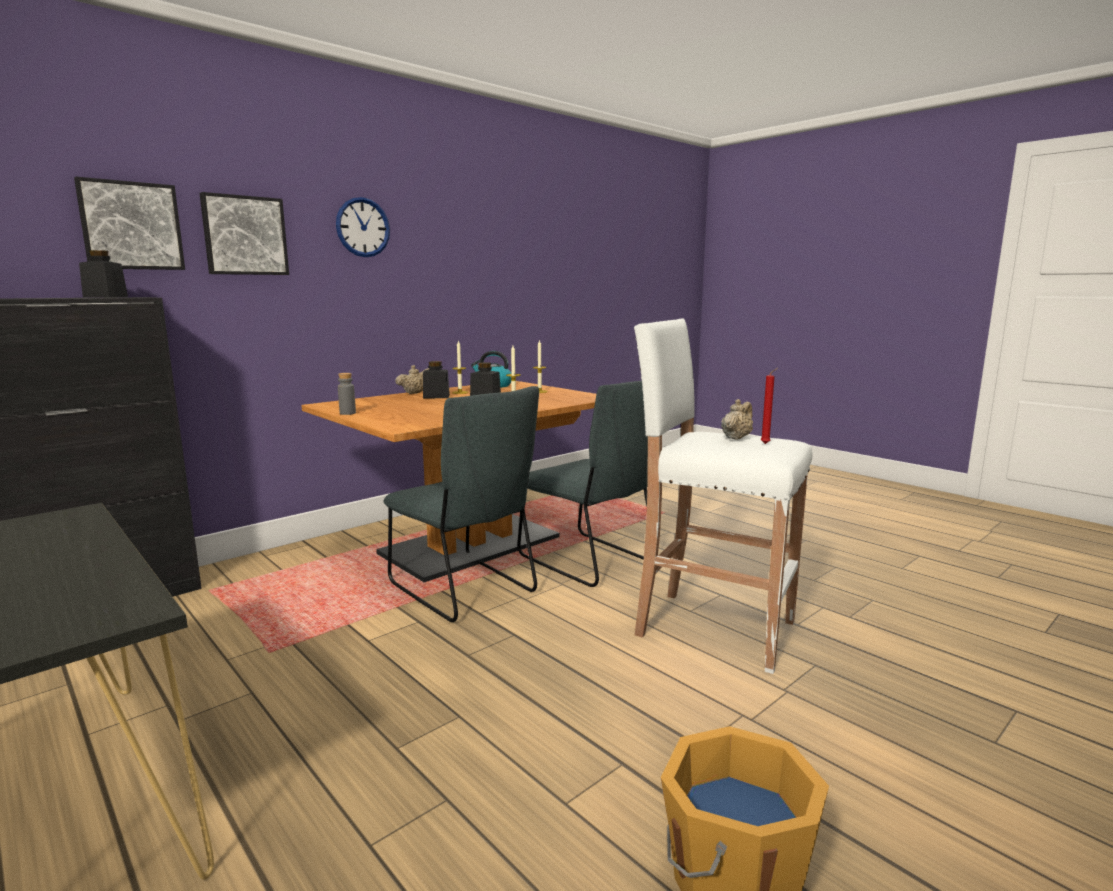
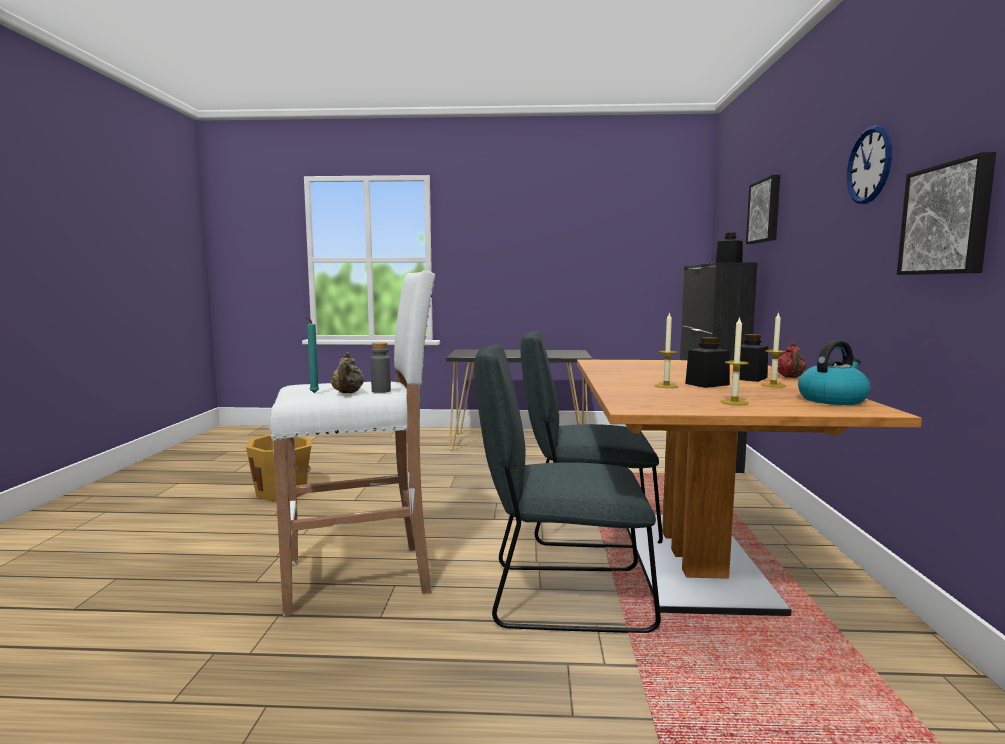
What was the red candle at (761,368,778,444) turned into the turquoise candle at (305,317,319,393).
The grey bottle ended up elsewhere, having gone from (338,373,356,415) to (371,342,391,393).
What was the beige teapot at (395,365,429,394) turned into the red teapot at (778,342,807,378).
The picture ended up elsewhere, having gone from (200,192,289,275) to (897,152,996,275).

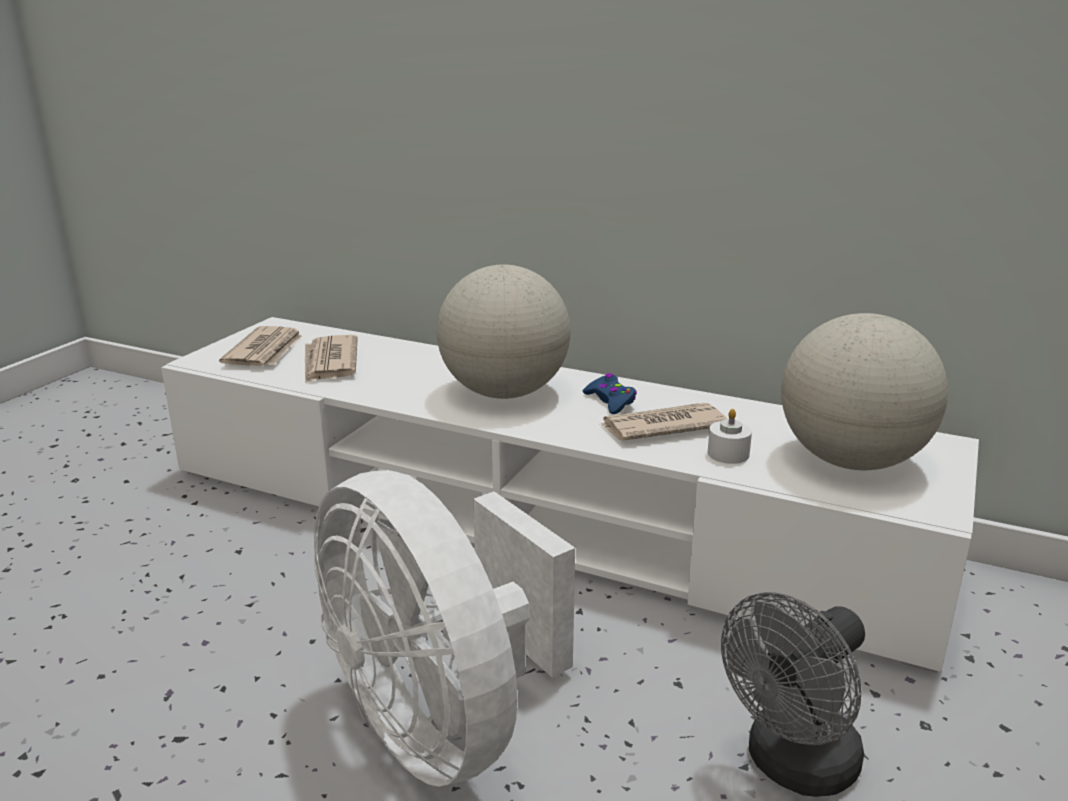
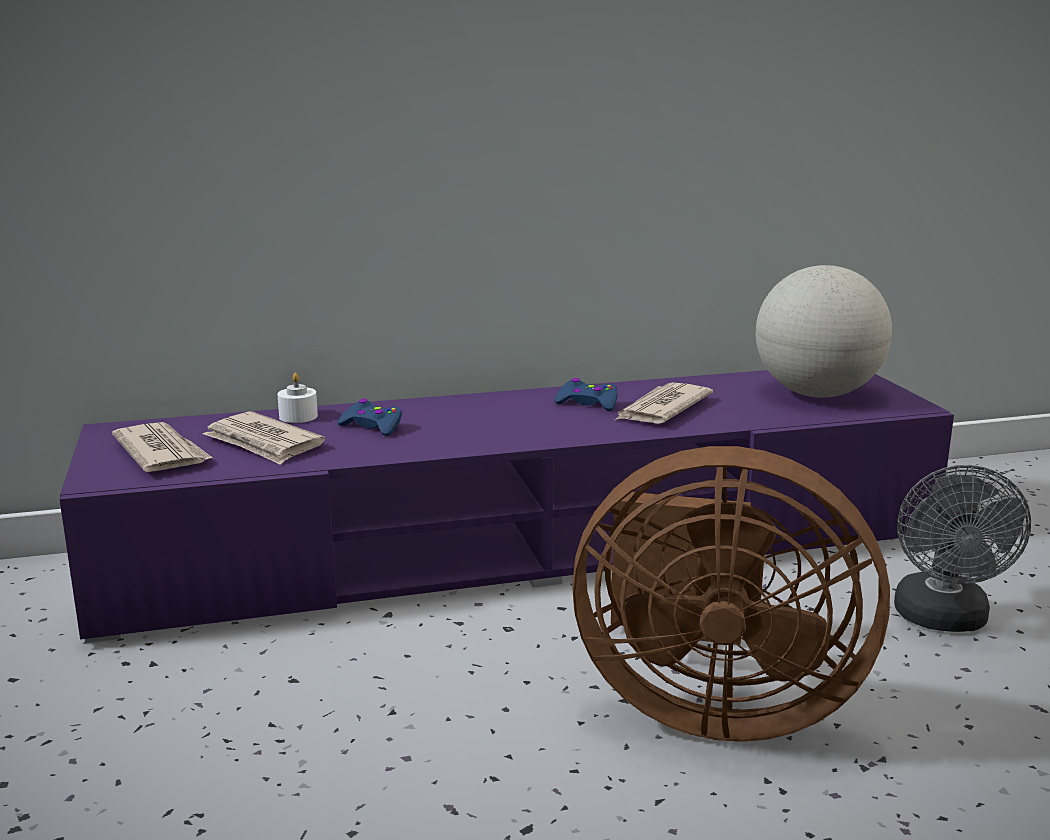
What was the white tv stand at (161,317,979,673) turned into the purple tv stand at (59,370,954,643).
The white candle ended up elsewhere, having gone from (708,409,752,464) to (277,373,318,423).
The second view gained the blue game controller at (338,399,403,436).
What was the white fan at (314,470,575,787) turned into the brown fan at (572,446,890,742).
The second view lost the globe at (437,265,571,399).

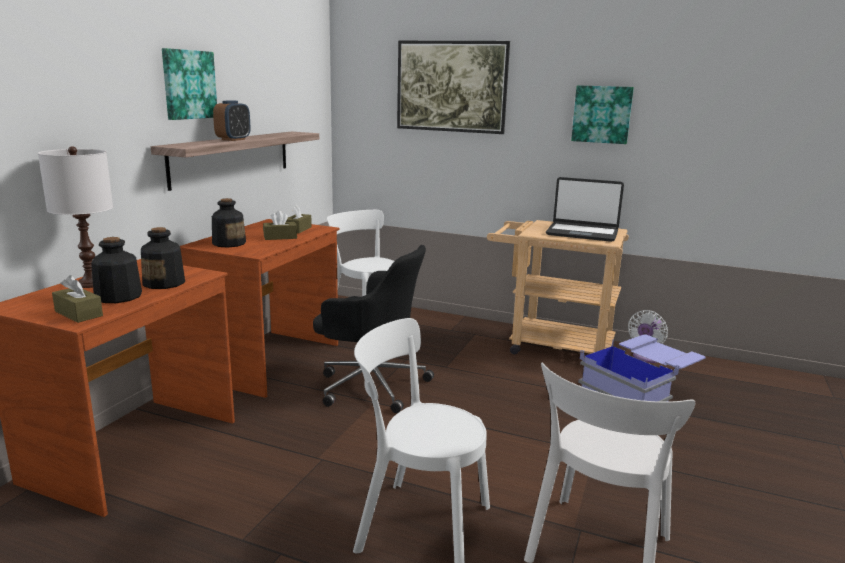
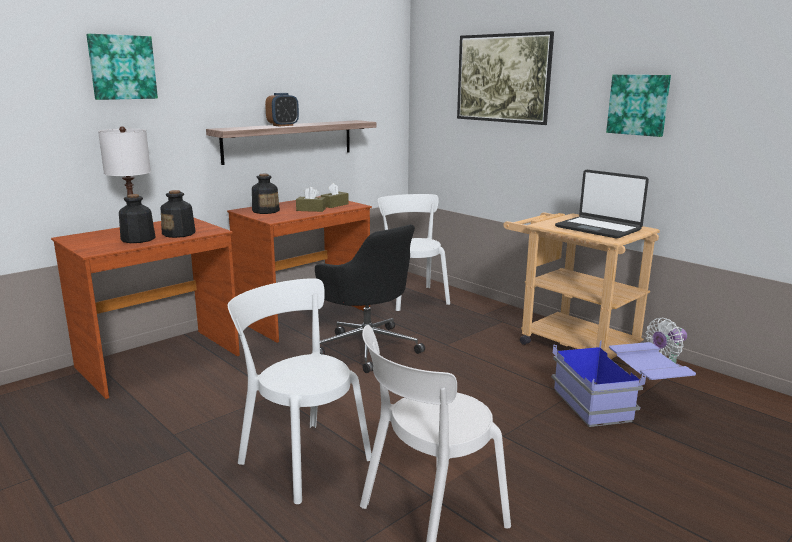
The picture ended up elsewhere, having gone from (162,48,217,120) to (86,34,158,100).
The second view lost the brown tissue box at (52,275,103,323).

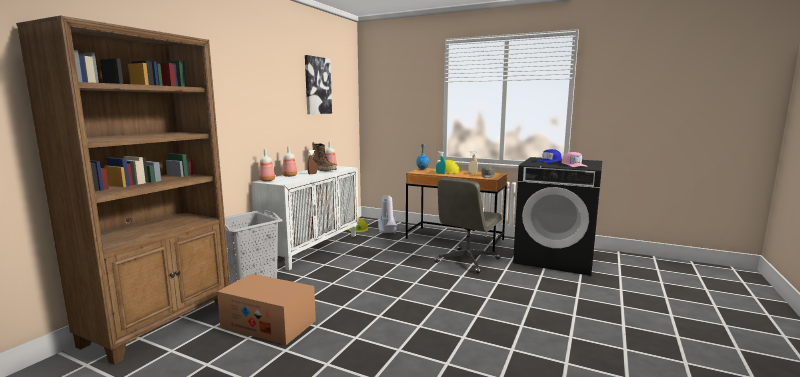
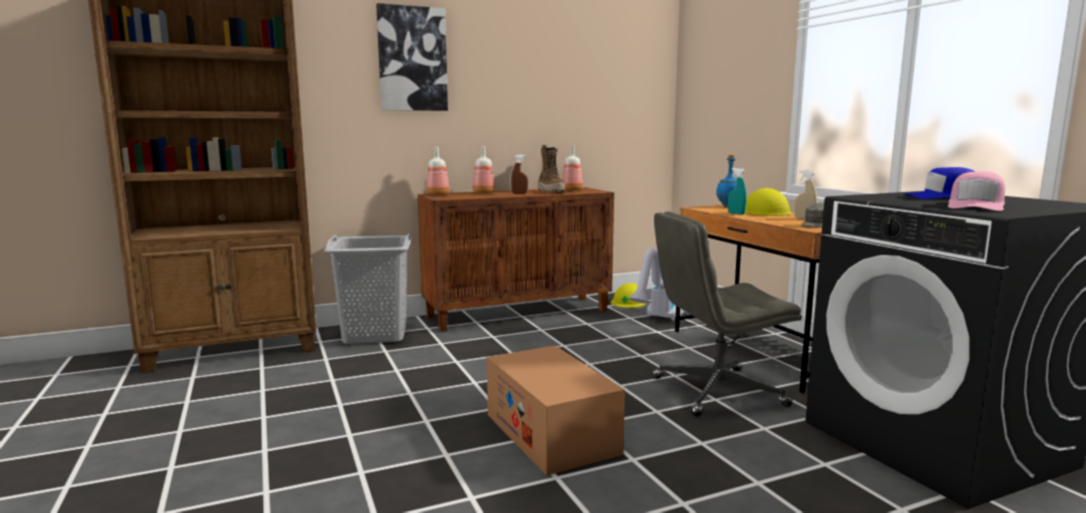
The picture ended up elsewhere, having gone from (305,55,332,114) to (376,3,448,111).
What was the white cabinet at (251,166,359,270) turned into the brown cabinet at (418,187,614,332).
The cardboard box ended up elsewhere, having gone from (217,274,316,345) to (487,345,625,476).

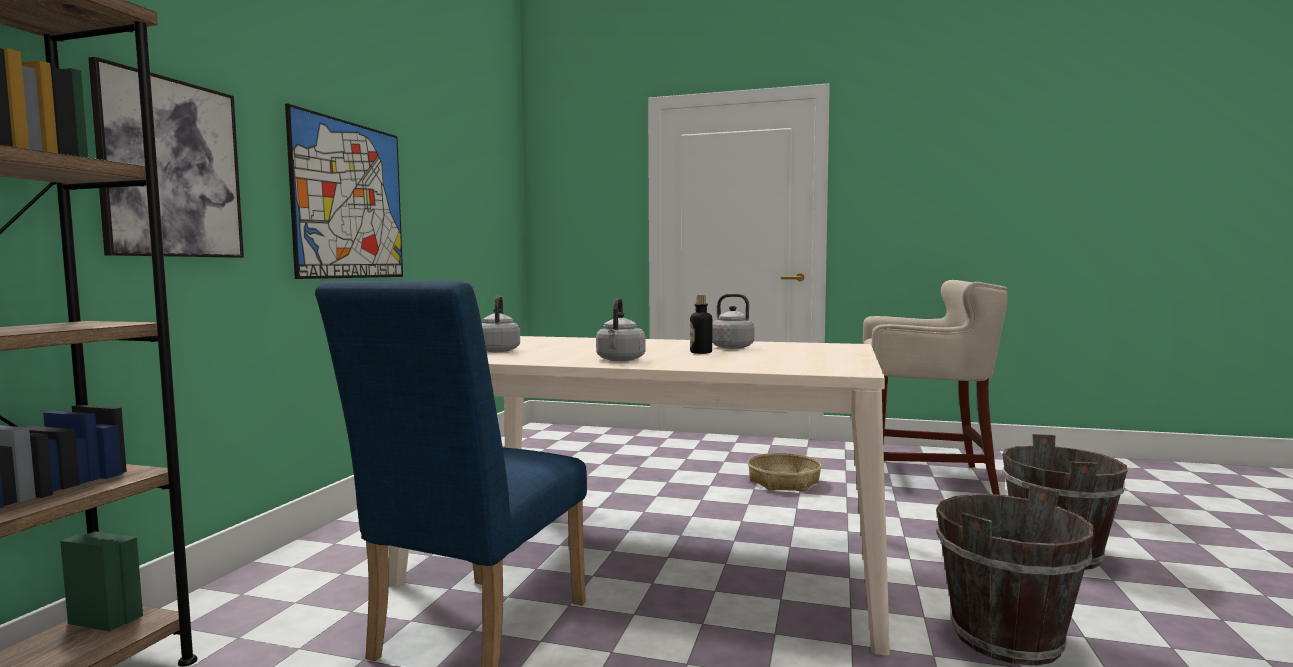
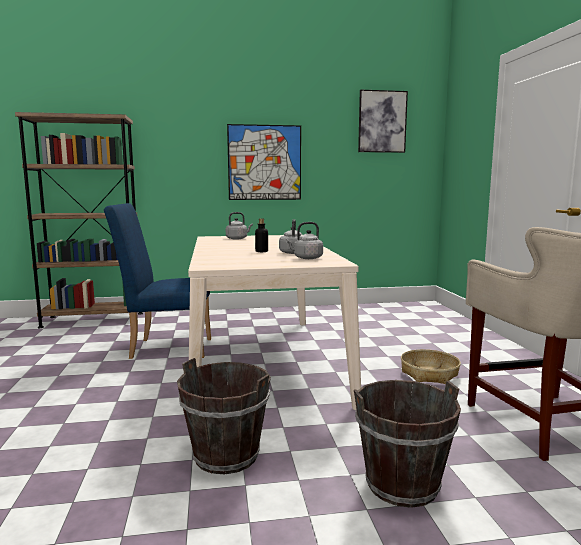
The grey kettle ended up elsewhere, having gone from (596,298,646,361) to (286,222,323,259).
The picture ended up elsewhere, having gone from (88,56,244,258) to (358,90,408,153).

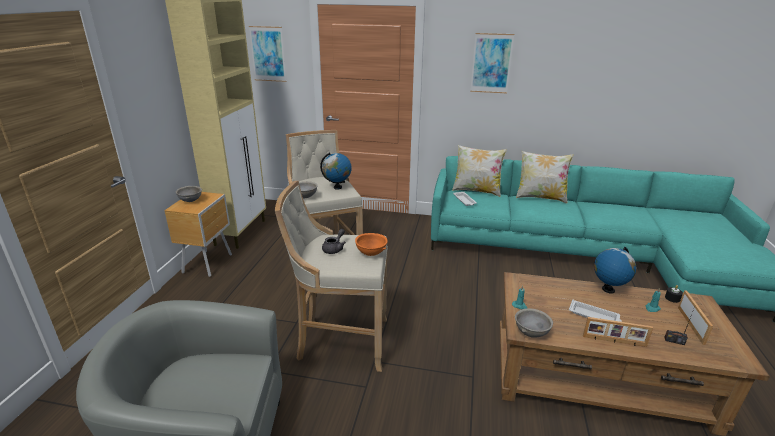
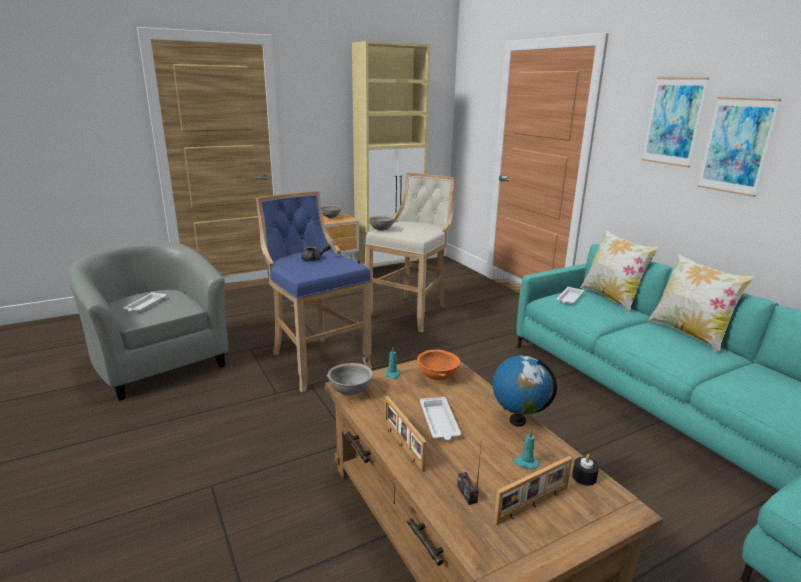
The second view gained the white tray at (123,292,166,313).
What was the beige stool at (275,181,388,372) turned into the blue stool at (256,191,372,392).
The orange bowl ended up elsewhere, having gone from (355,233,388,256) to (417,350,460,380).
The picture ended up elsewhere, having gone from (249,26,286,82) to (697,97,781,197).
The second view lost the globe at (320,152,352,190).

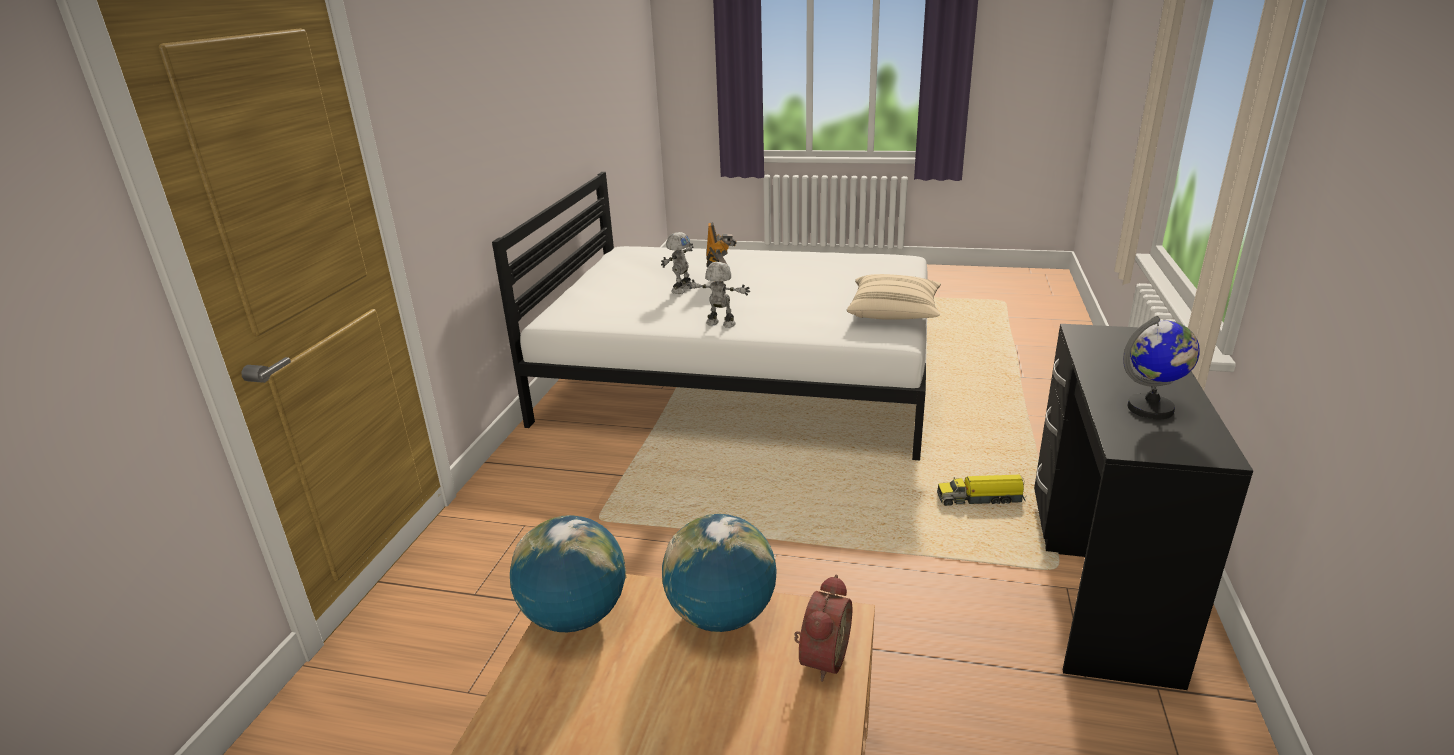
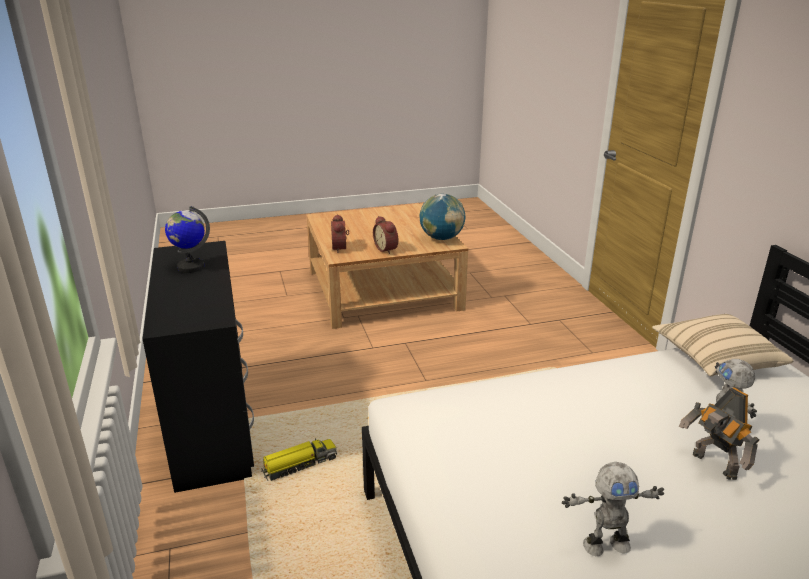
Where the globe stood at (662,514,777,632), the alarm clock came to stand at (373,216,398,254).
The toy robot ended up elsewhere, having gone from (687,262,750,328) to (562,462,664,556).
The beige pillow ended up elsewhere, having gone from (847,274,941,320) to (652,314,793,376).

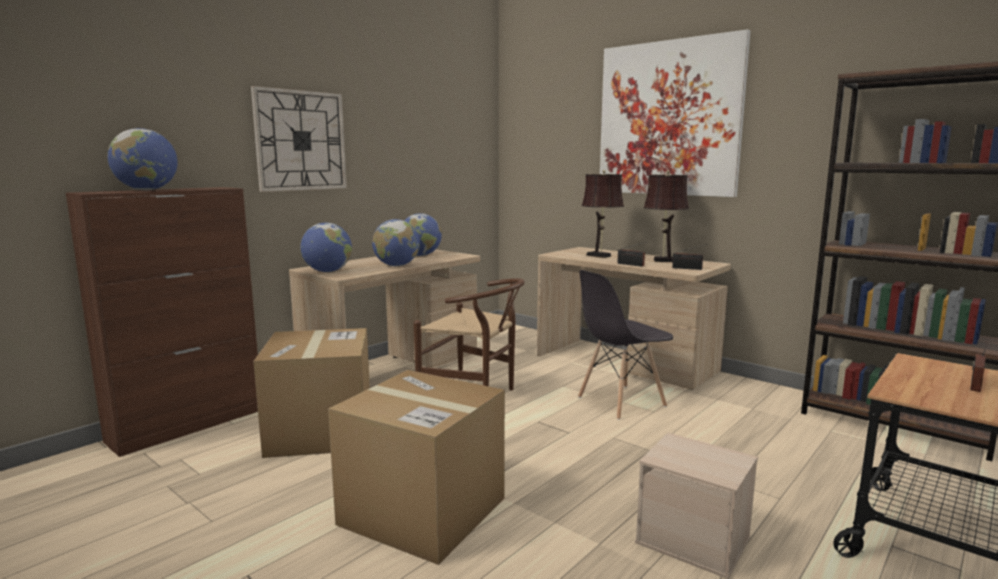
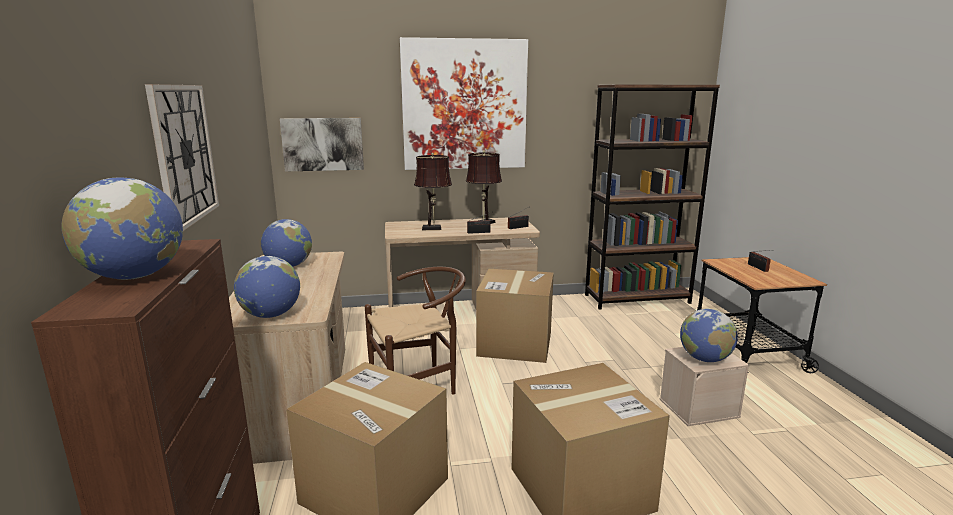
The second view gained the picture at (280,118,364,172).
Where the grey chair stood at (578,270,673,420), the cardboard box came to stand at (476,269,554,363).
The globe ended up elsewhere, having gone from (372,219,420,266) to (680,309,738,362).

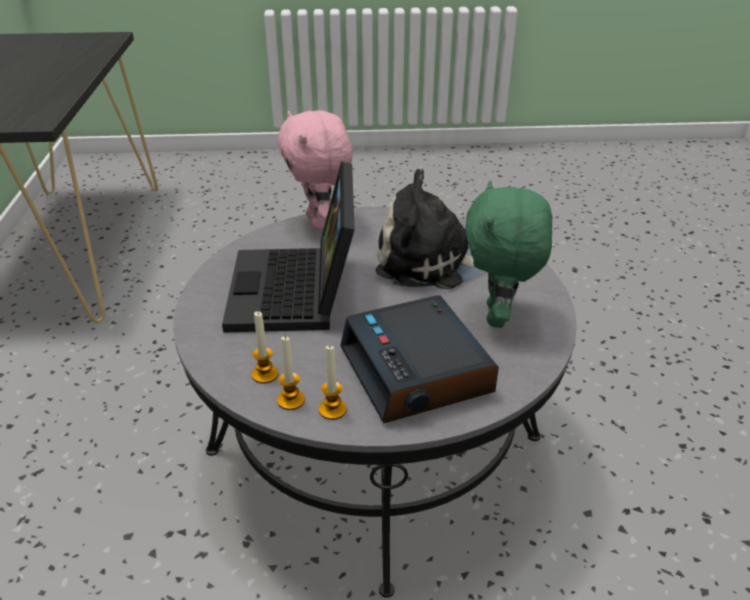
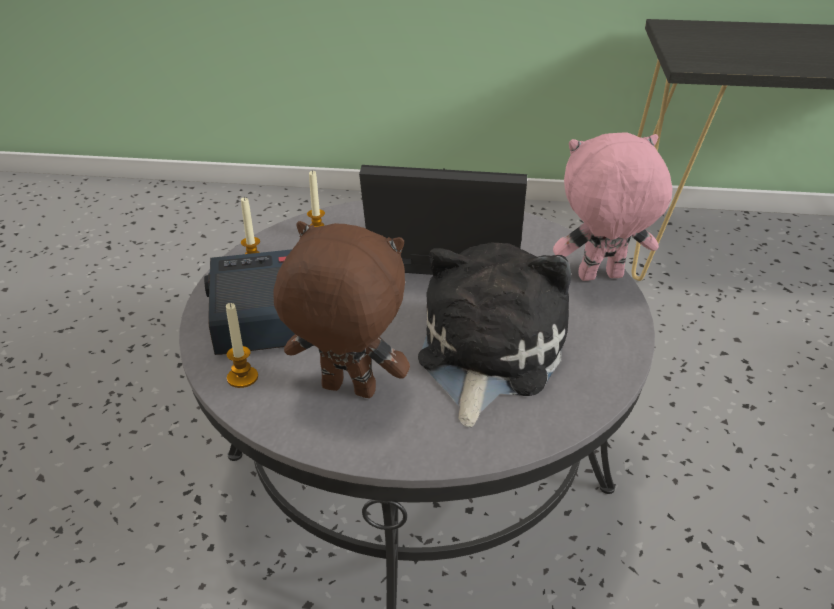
The candle ended up elsewhere, having gone from (277,336,305,410) to (226,303,258,388).
What was the green plush toy at (465,180,552,328) turned into the brown plush toy at (273,221,410,398).

